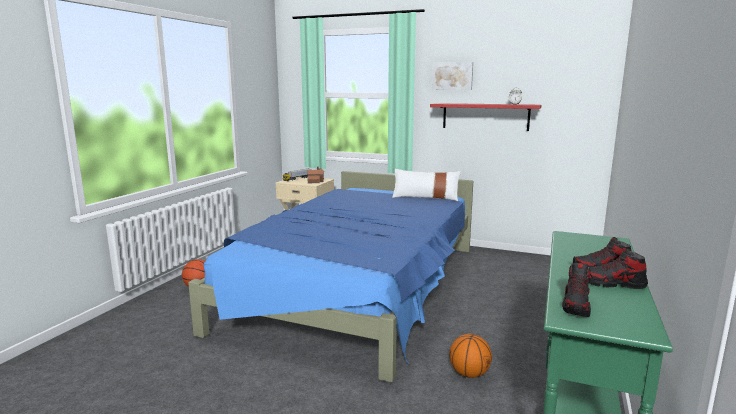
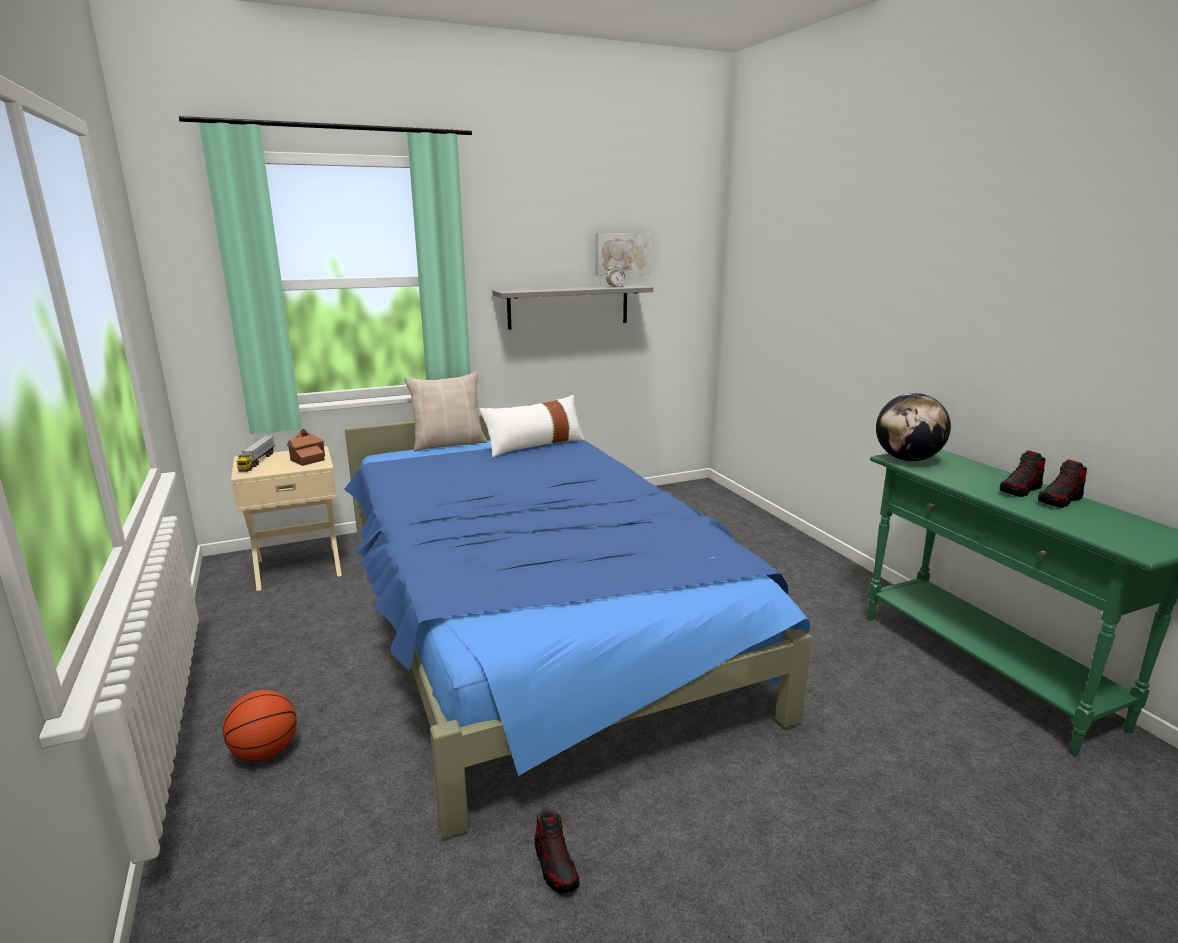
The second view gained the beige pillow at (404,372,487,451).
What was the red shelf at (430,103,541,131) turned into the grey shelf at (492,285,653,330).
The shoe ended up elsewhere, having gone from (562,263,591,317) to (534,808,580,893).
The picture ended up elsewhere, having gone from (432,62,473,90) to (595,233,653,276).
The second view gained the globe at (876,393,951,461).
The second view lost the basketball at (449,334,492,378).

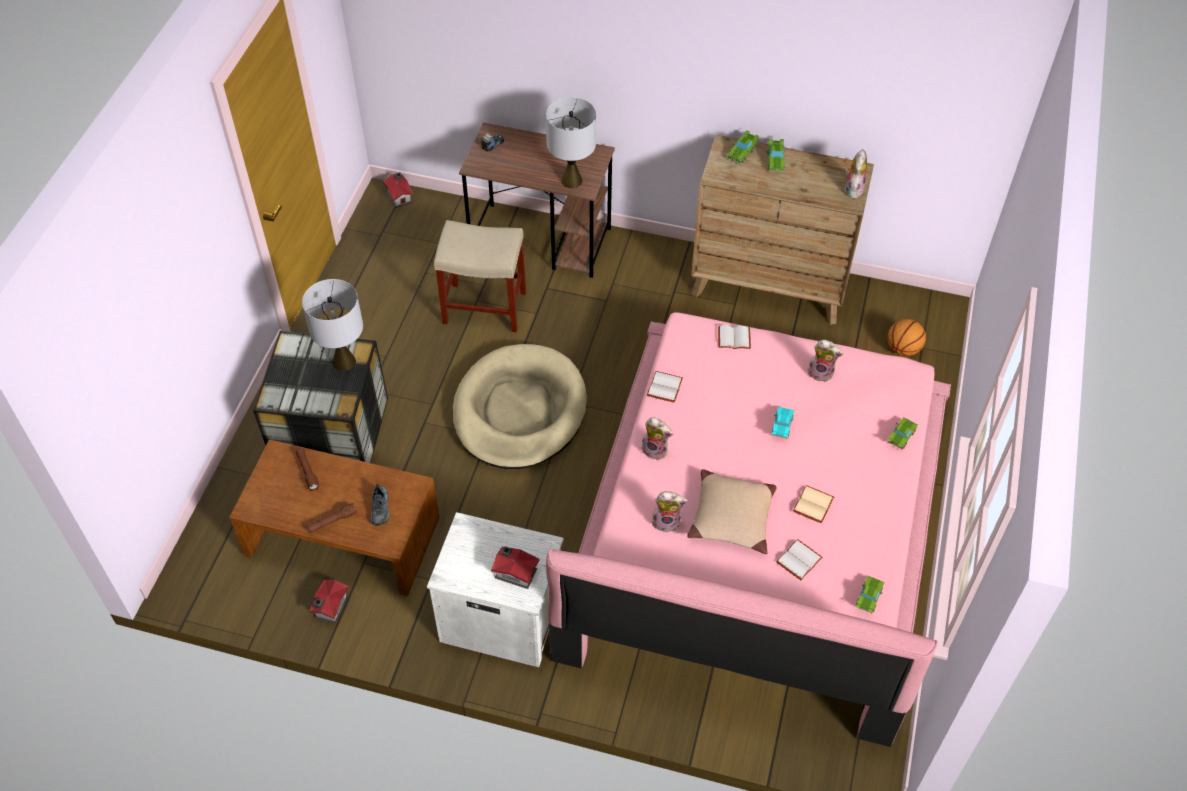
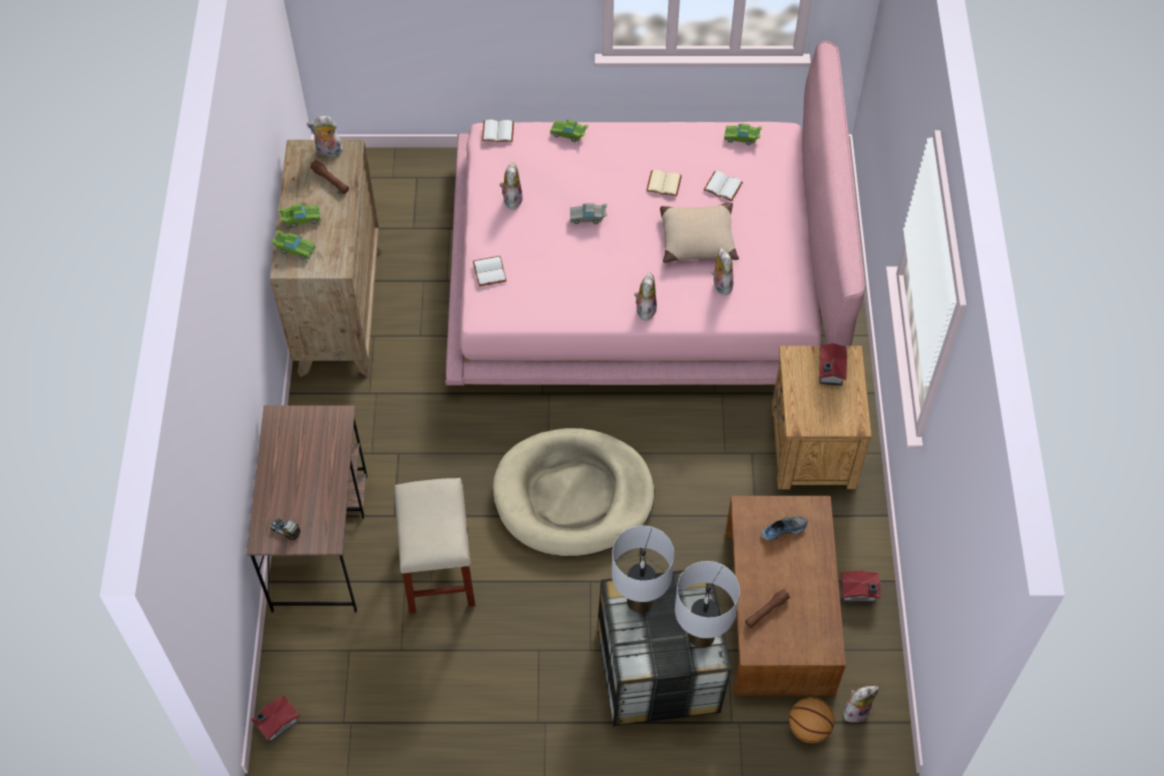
The brown flashlight ended up elsewhere, having gone from (307,503,357,533) to (310,160,349,194).
The white book ended up elsewhere, having gone from (647,371,683,403) to (482,120,514,142).
What was the turquoise toy car at (771,407,794,439) turned into the grey toy car at (570,203,607,224).
The grey table lamp ended up elsewhere, having gone from (546,97,596,188) to (675,561,740,648).
What was the white nightstand at (427,512,564,667) turned into the brown nightstand at (772,346,872,490).
The basketball ended up elsewhere, having gone from (888,319,926,356) to (789,697,834,743).
The second view gained the plush toy at (843,686,879,722).

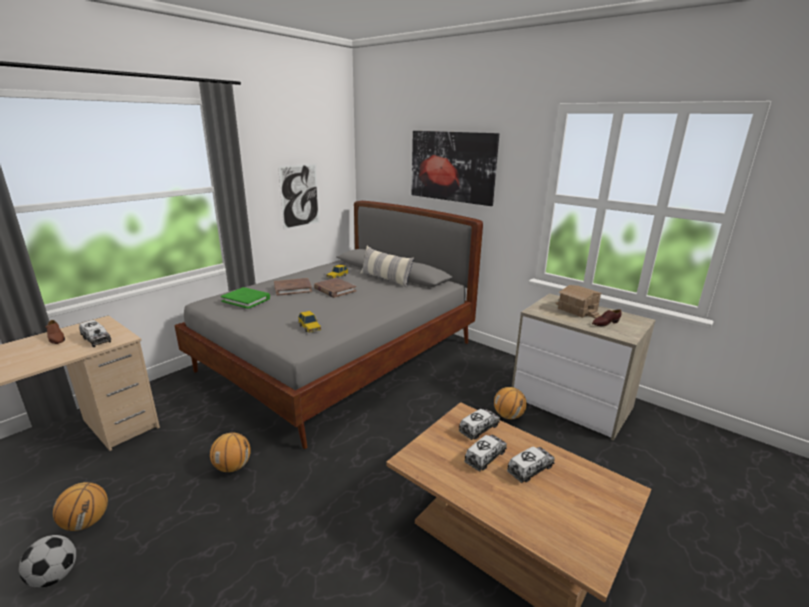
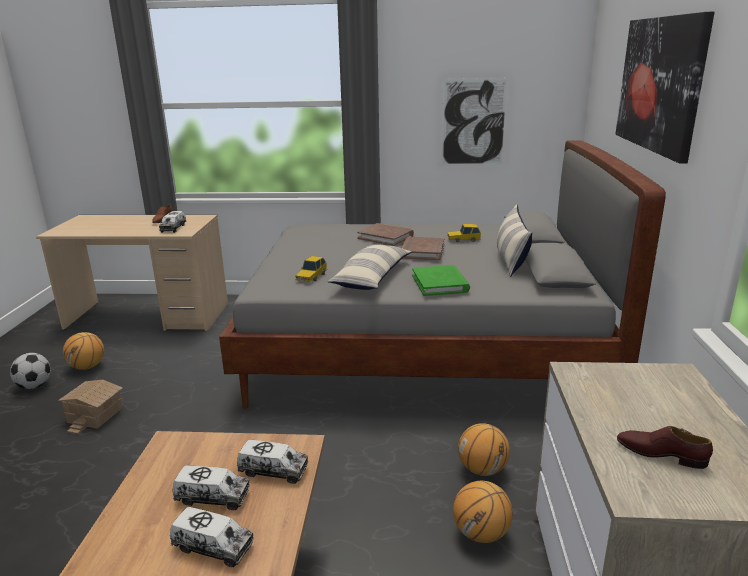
The toy house ended up elsewhere, having gone from (555,285,602,319) to (58,380,123,435).
The second view gained the pillow at (328,244,411,290).
The green book ended up elsewhere, having gone from (221,287,270,309) to (412,265,470,296).
The basketball ended up elsewhere, having gone from (210,433,251,472) to (458,423,510,476).

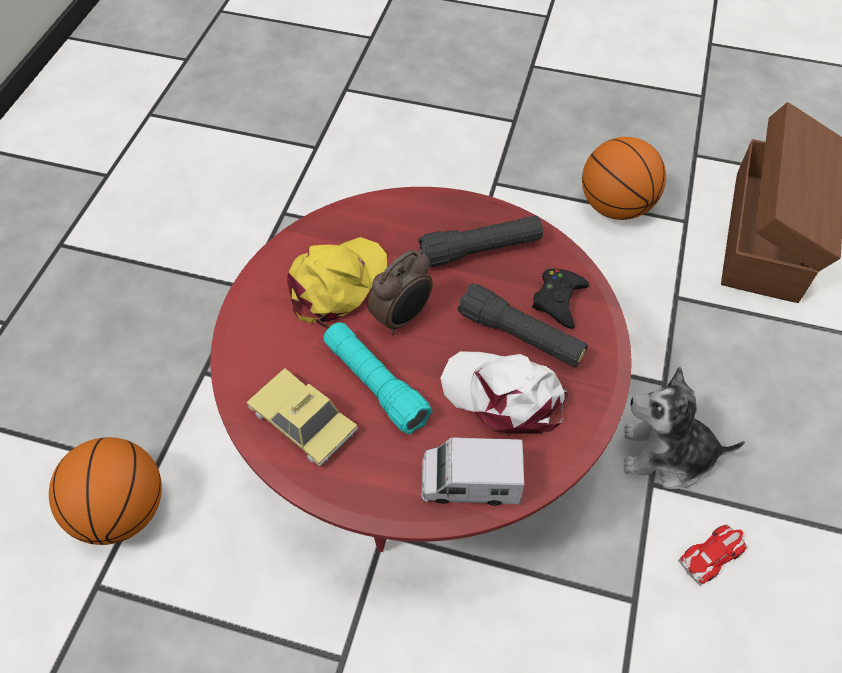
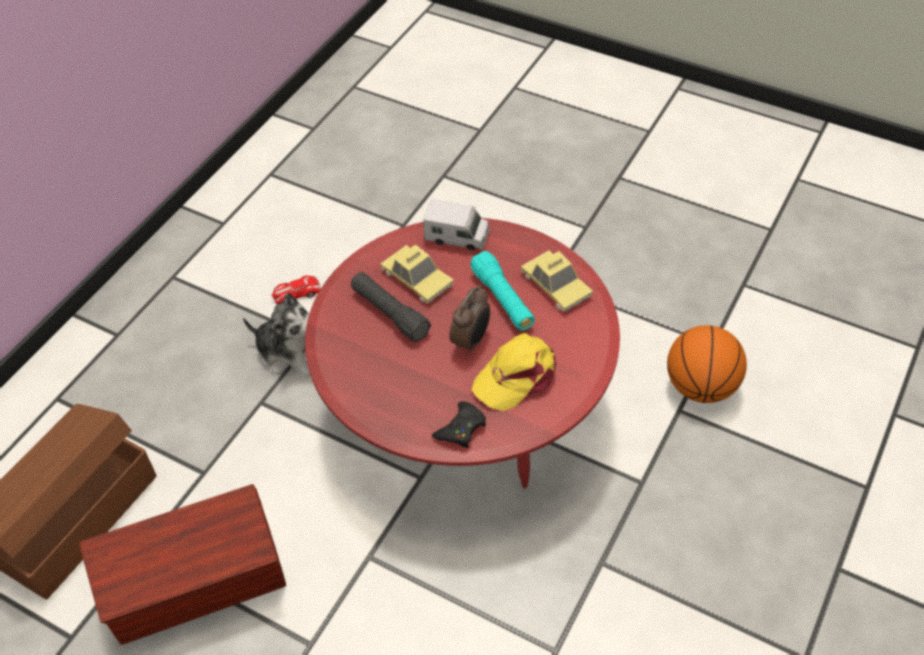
Where the basketball stood at (582,137,666,220), the brown storage box came to stand at (79,484,286,645).
Where the white cap stood at (440,351,568,434), the toy car came to stand at (381,244,454,303).
The black game controller ended up elsewhere, having gone from (532,268,589,329) to (432,401,486,448).
The alarm clock at (367,249,433,335) ended up facing another way, 150 degrees clockwise from before.
The second view lost the black flashlight at (418,215,543,268).

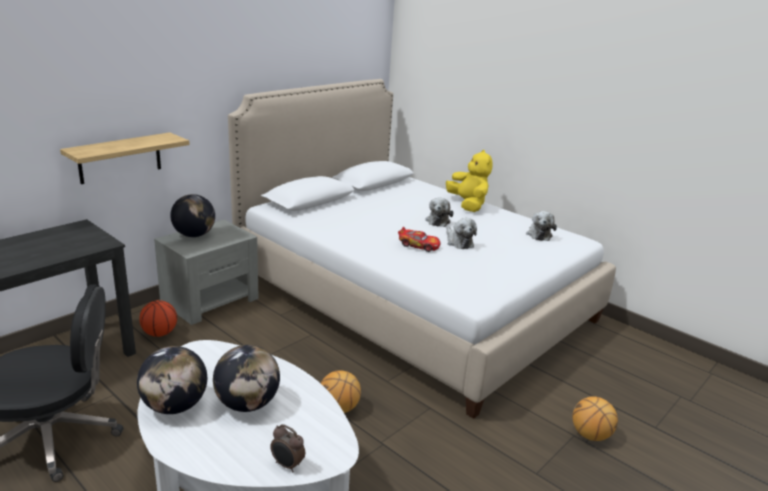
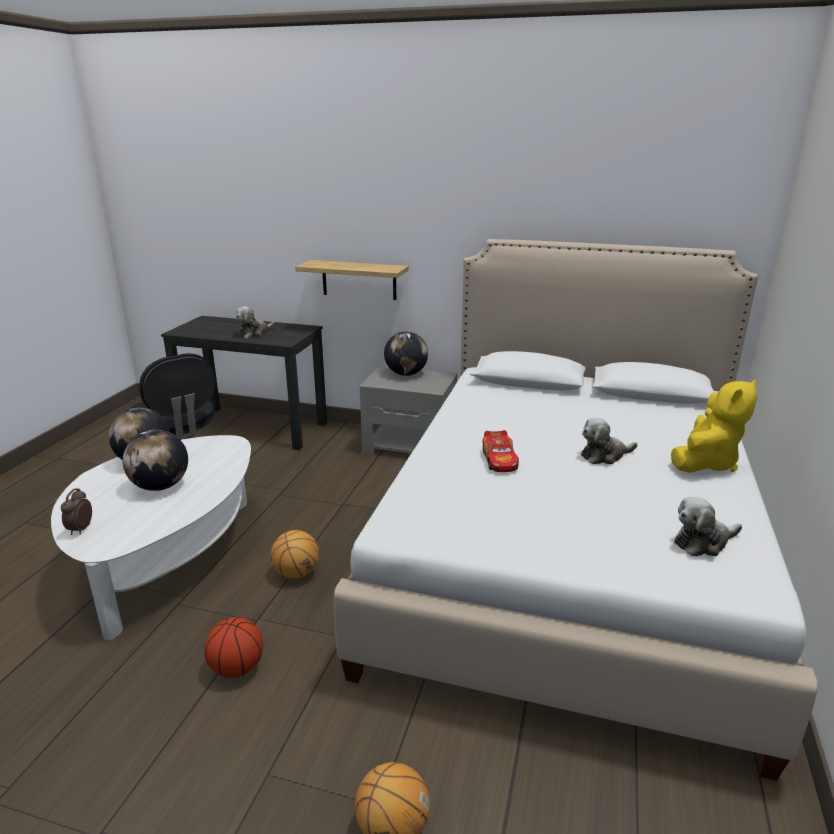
The basketball ended up elsewhere, having gone from (139,300,177,337) to (204,617,263,678).
The plush toy ended up elsewhere, having gone from (447,218,477,249) to (236,306,275,339).

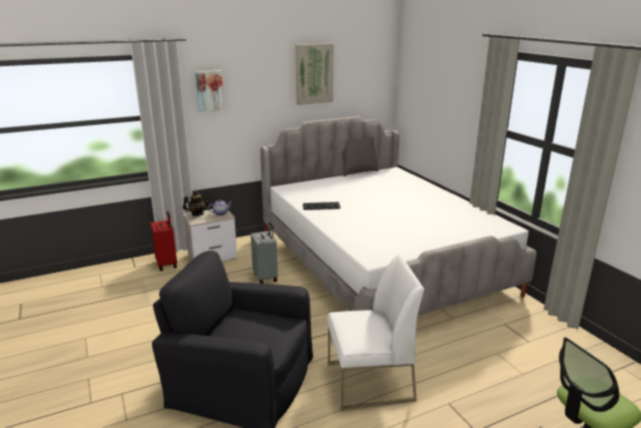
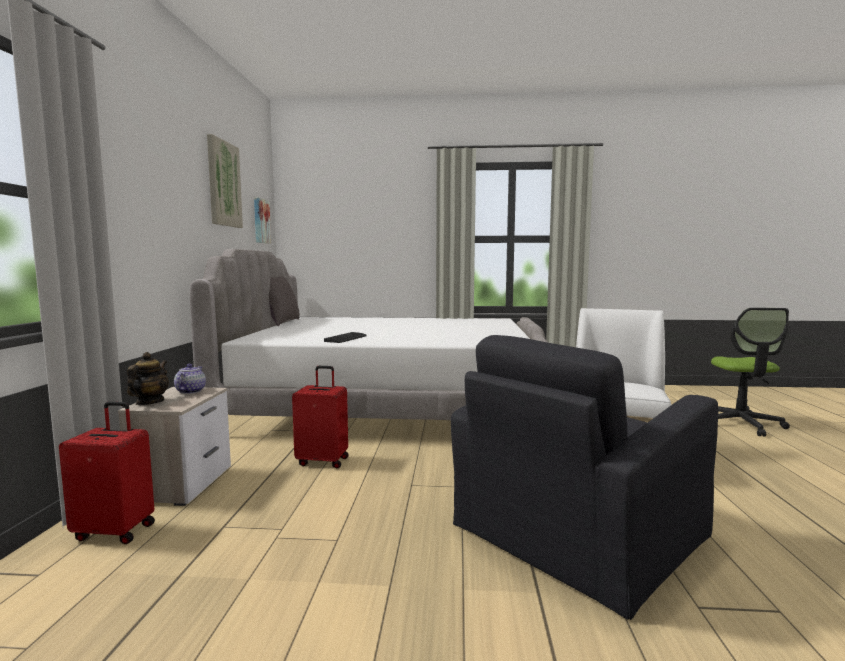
The picture ended up elsewhere, having gone from (195,70,224,112) to (254,197,271,244).
What was the grey suitcase at (251,222,278,284) turned into the red suitcase at (292,366,349,469).

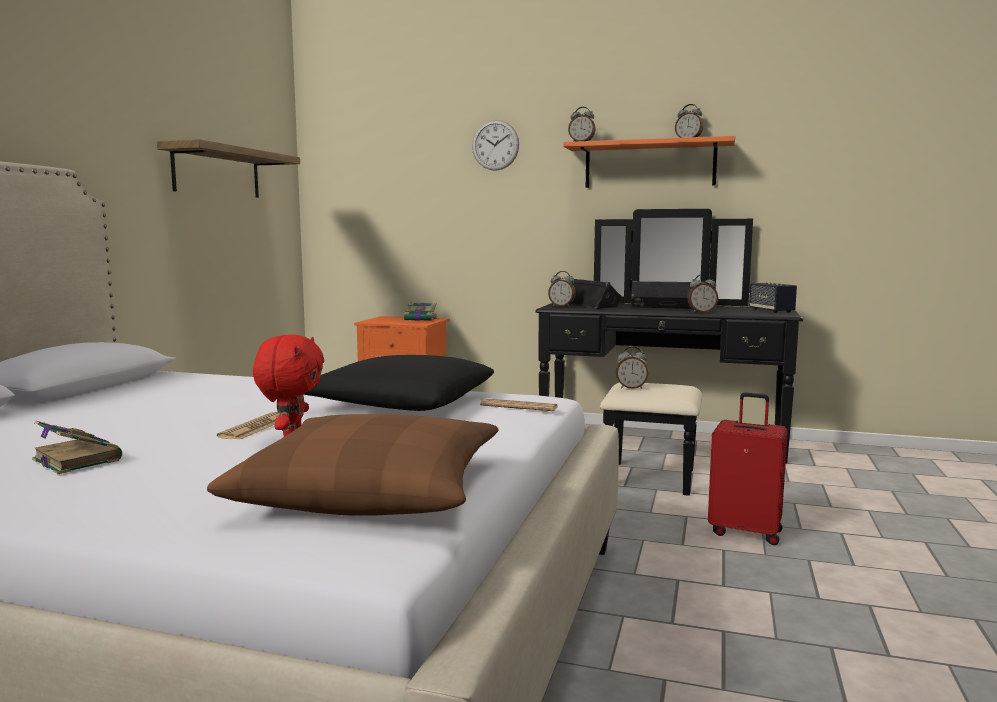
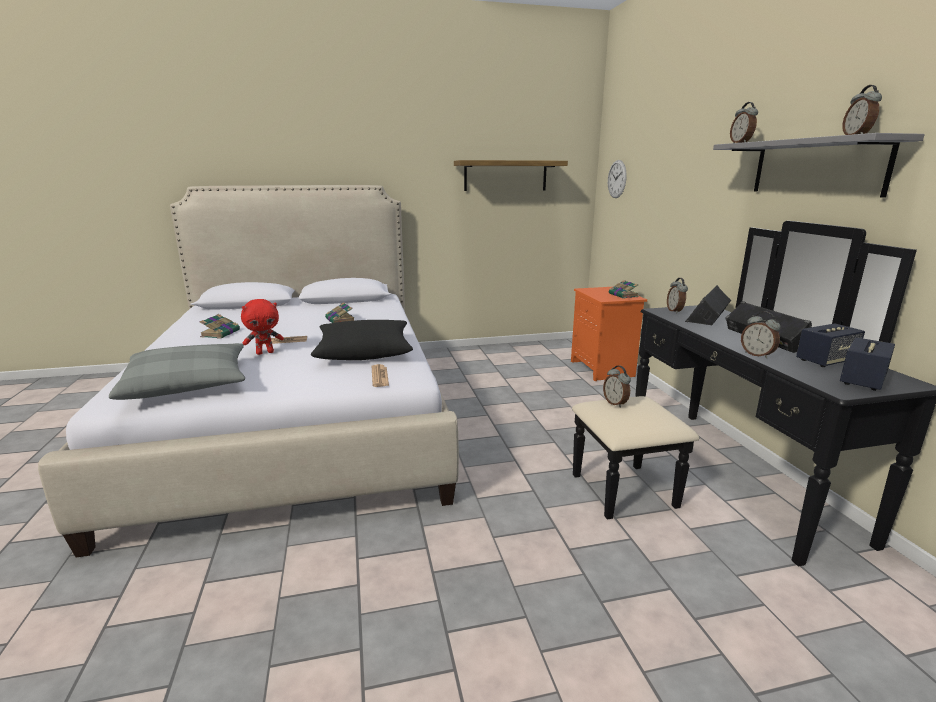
What was the brown pillow at (207,414,498,516) turned into the grey pillow at (109,343,245,400).
The second view gained the book at (325,302,355,323).
The wall clock ended up elsewhere, having gone from (472,120,519,171) to (608,160,627,198).
What was the orange shelf at (563,136,735,188) turned into the grey shelf at (713,133,925,198).
The second view gained the speaker at (796,324,865,367).
The second view lost the red suitcase at (708,393,788,545).

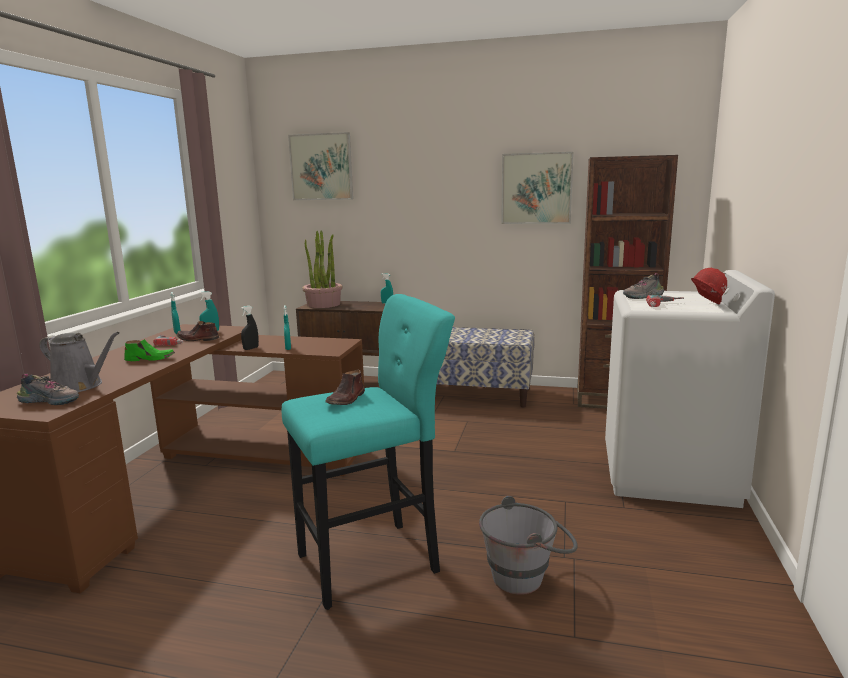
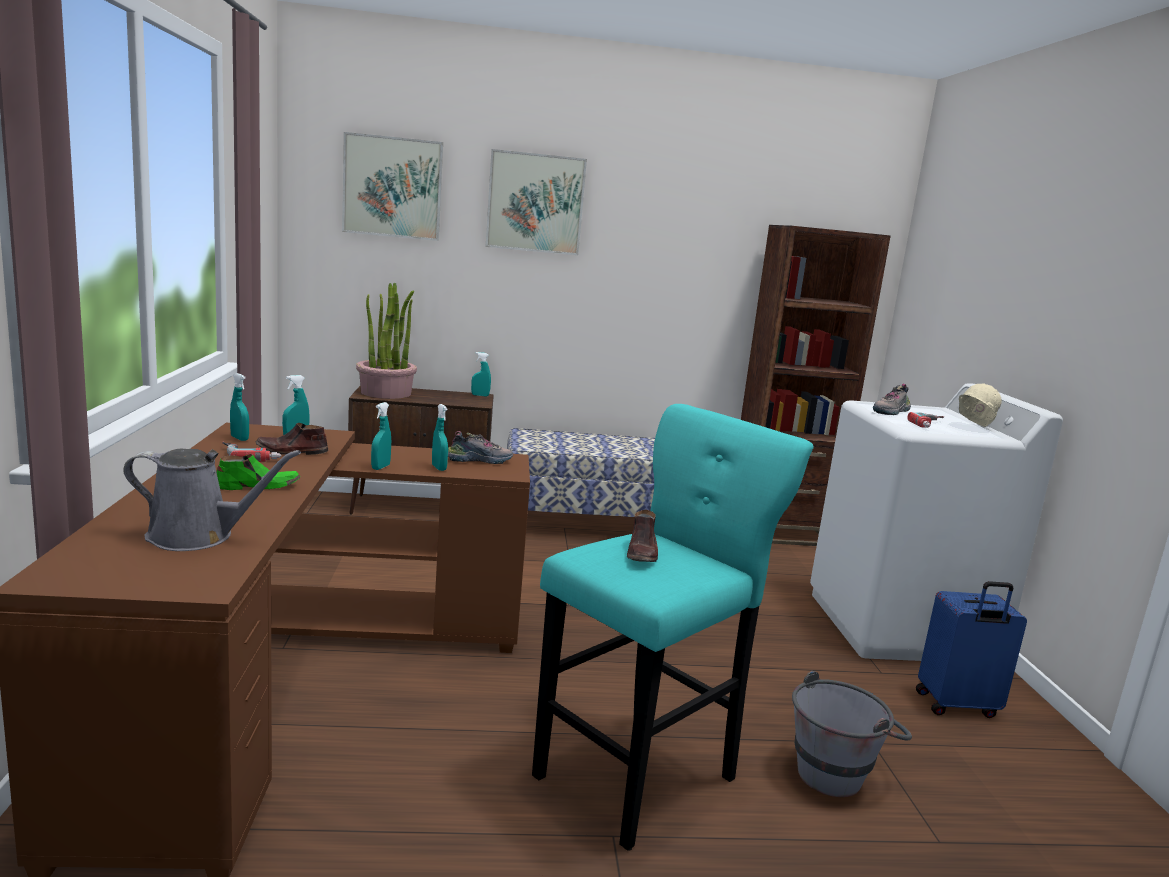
What was the black spray bottle at (240,306,259,350) turned into the turquoise spray bottle at (371,402,391,470).
The shoe ended up elsewhere, having gone from (17,374,79,405) to (448,431,513,464).
The picture ended up elsewhere, having gone from (501,152,574,224) to (486,149,587,255).
The second view gained the blue suitcase at (916,581,1027,718).
What was the red hard hat at (691,268,727,305) turned into the beige hard hat at (959,384,1002,427).

